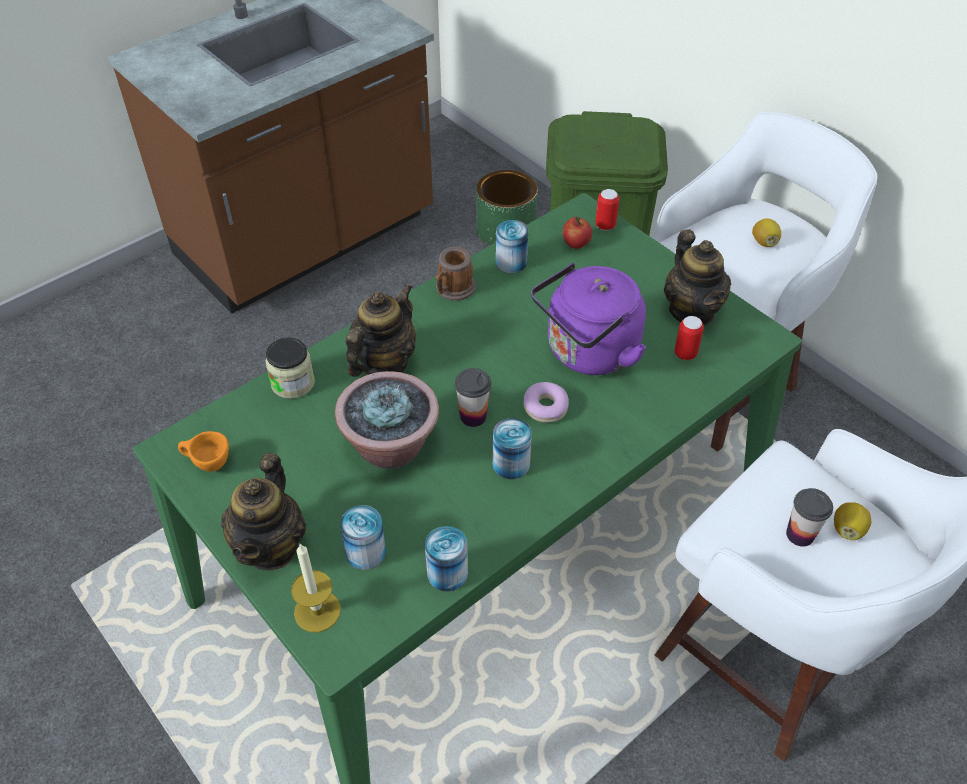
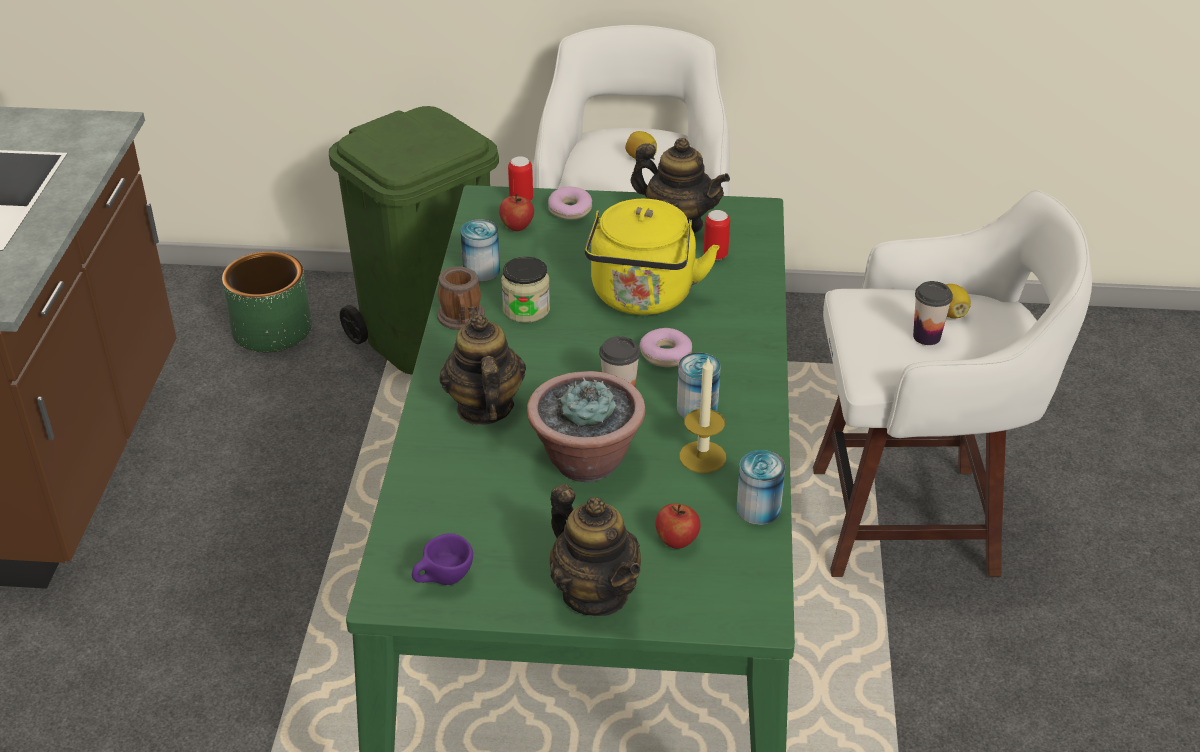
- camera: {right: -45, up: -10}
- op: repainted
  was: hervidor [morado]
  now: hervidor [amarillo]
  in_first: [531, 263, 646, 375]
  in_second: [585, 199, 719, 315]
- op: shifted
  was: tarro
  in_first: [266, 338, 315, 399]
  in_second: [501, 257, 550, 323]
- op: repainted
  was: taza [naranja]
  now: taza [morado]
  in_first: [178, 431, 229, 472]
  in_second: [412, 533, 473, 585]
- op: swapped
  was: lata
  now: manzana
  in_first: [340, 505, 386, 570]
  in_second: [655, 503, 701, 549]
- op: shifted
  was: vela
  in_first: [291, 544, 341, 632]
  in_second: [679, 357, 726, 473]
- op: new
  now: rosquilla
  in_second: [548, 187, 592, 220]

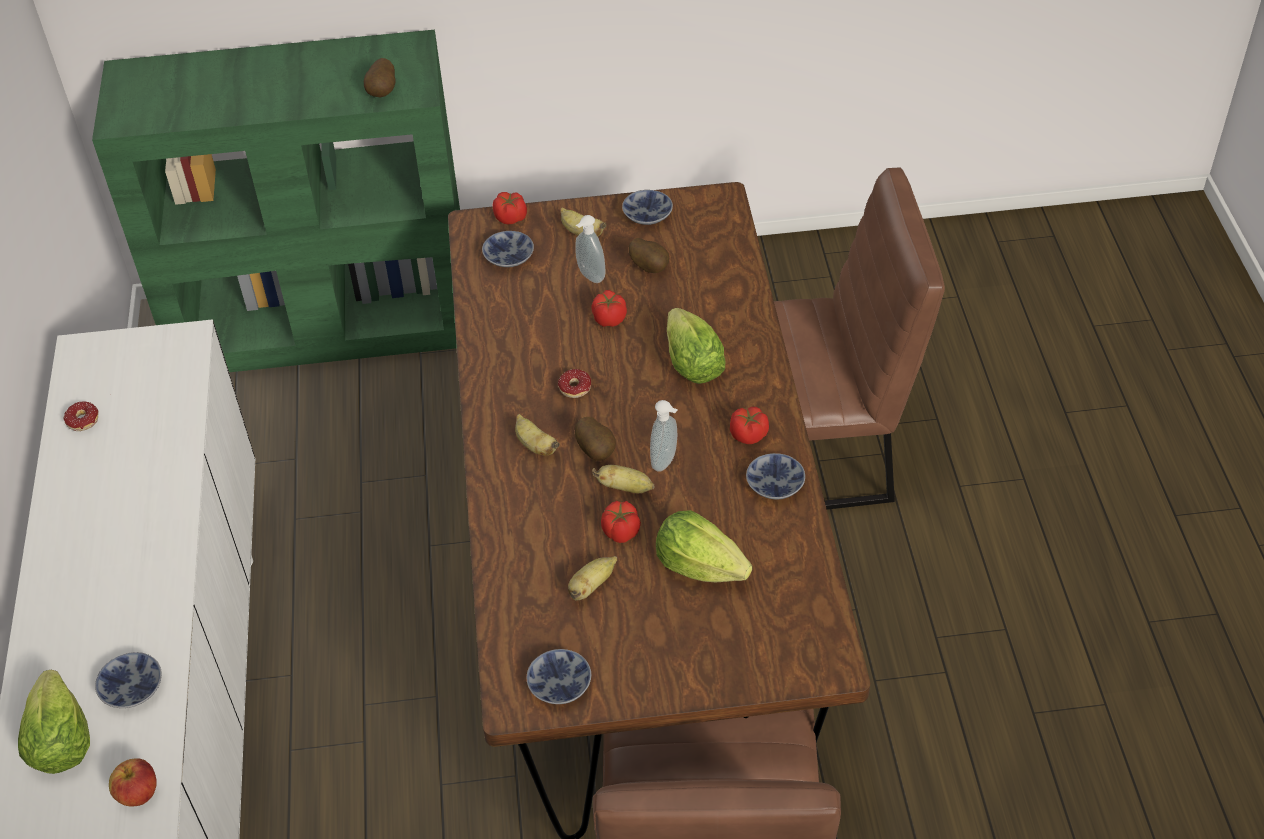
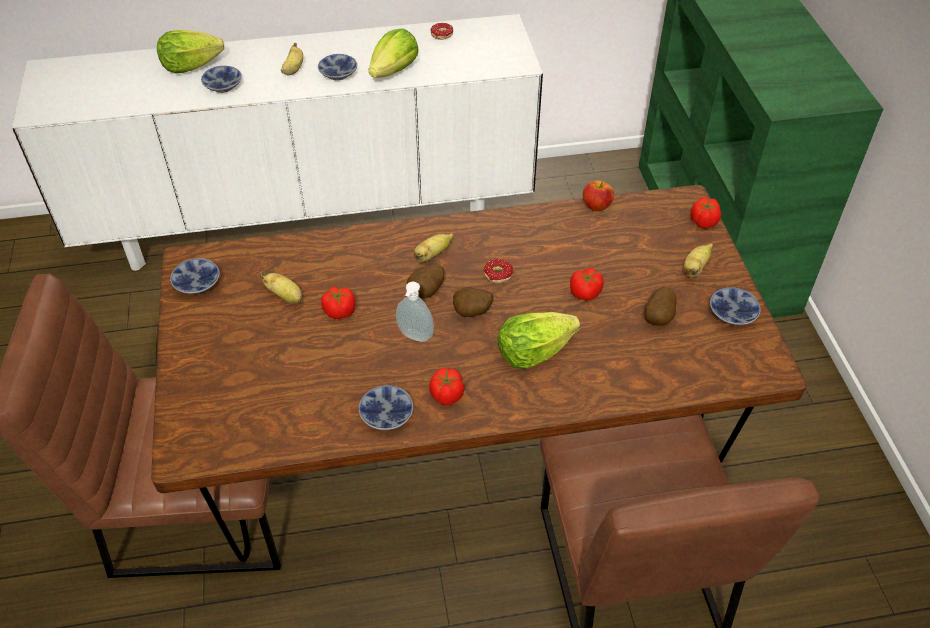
- camera: {right: 85, up: 0}
- op: shifted
  was: patata
  in_first: [364, 58, 395, 97]
  in_second: [453, 287, 493, 317]
- op: gone
  was: dispensador de jabón
  in_first: [575, 215, 605, 283]
- op: shifted
  was: cuenco
  in_first: [482, 231, 534, 267]
  in_second: [318, 54, 357, 80]
- op: shifted
  was: plátano
  in_first: [592, 465, 654, 493]
  in_second: [281, 43, 303, 75]
- op: shifted
  was: lechuga
  in_first: [656, 510, 752, 582]
  in_second: [369, 29, 418, 78]
- op: shifted
  was: manzana
  in_first: [109, 758, 157, 807]
  in_second: [583, 181, 614, 212]

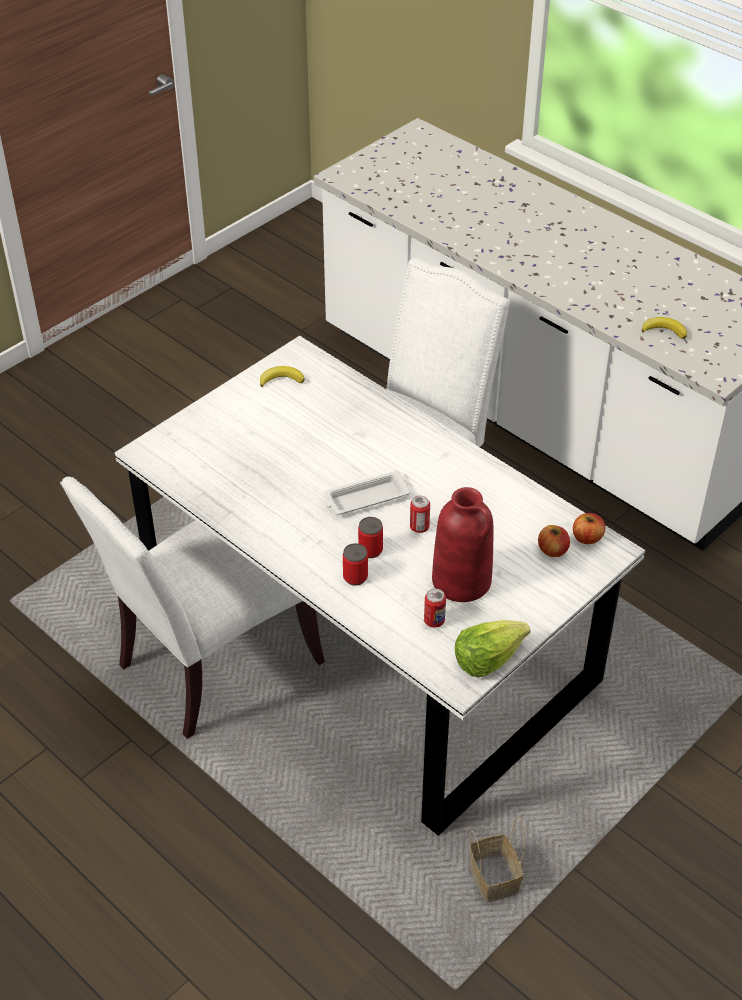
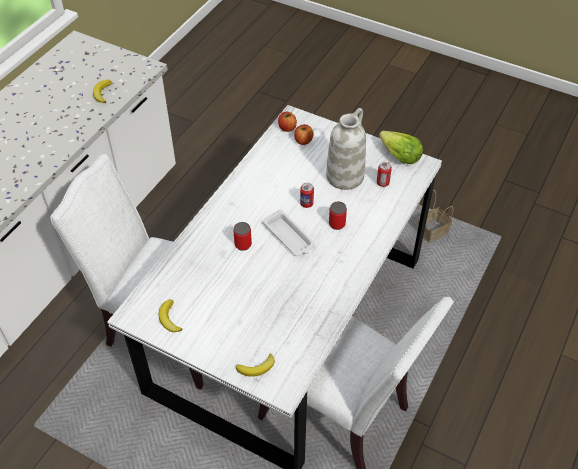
- camera: {right: -105, up: 5}
- op: repainted
  was: florero [rojo]
  now: florero [blanco]
  in_first: [432, 487, 493, 602]
  in_second: [326, 108, 366, 190]
- op: shifted
  was: lata
  in_first: [343, 543, 368, 586]
  in_second: [233, 222, 252, 251]
- op: new
  now: plátano
  in_second: [236, 354, 275, 377]

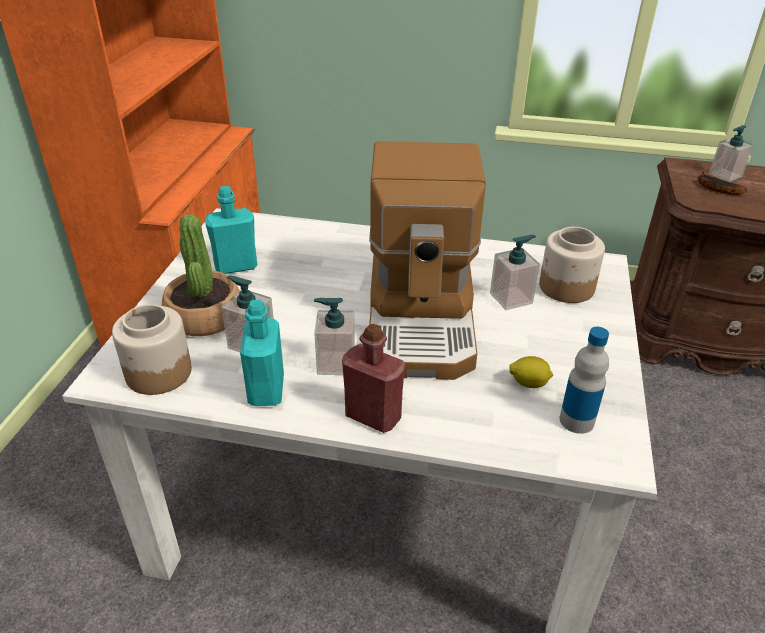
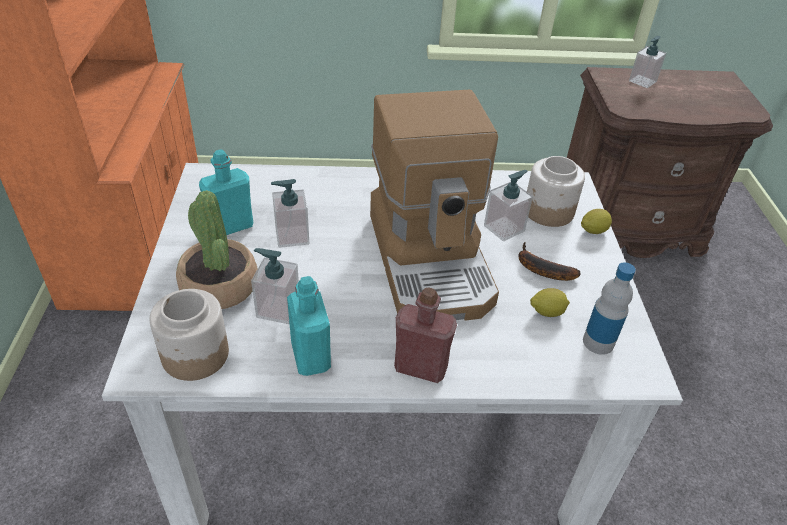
- camera: {right: -15, up: 5}
- op: shifted
  was: plátano
  in_first: [698, 171, 747, 195]
  in_second: [518, 242, 581, 281]
- op: shifted
  was: dispensador de jabón
  in_first: [314, 298, 355, 375]
  in_second: [271, 179, 309, 248]
- op: new
  now: limón
  in_second: [581, 209, 612, 234]

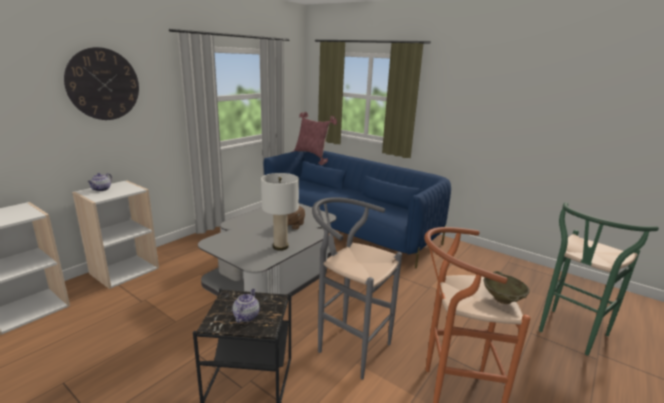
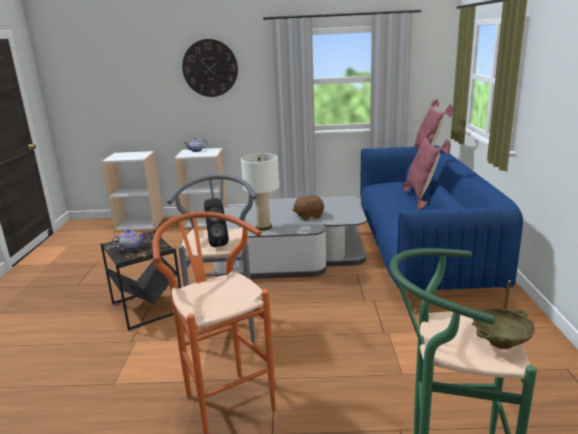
- camera: {right: 55, up: 0}
- op: shifted
  was: cuenco [beis]
  in_first: [483, 271, 530, 304]
  in_second: [472, 308, 535, 349]
- op: new
  now: cojín [rojo]
  in_second: [402, 131, 451, 210]
- op: new
  now: altavoz [negro]
  in_second: [204, 198, 229, 247]

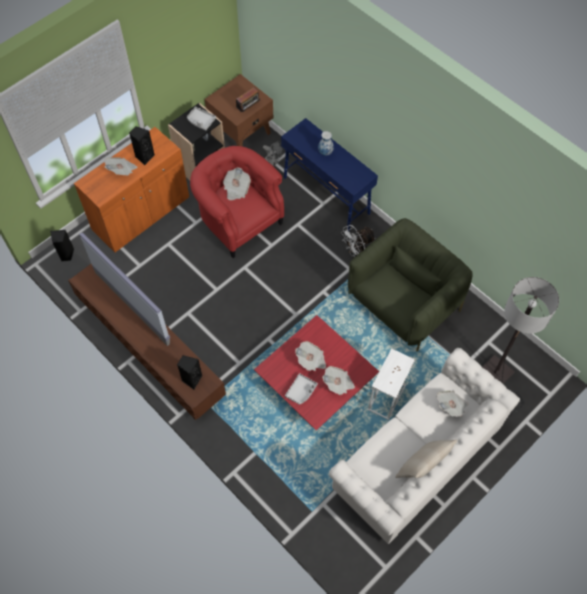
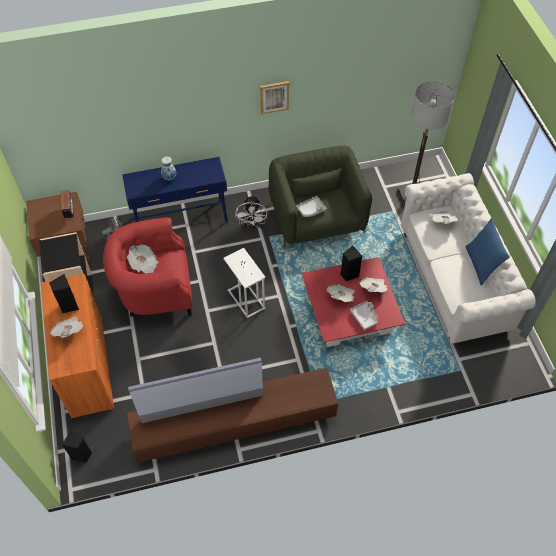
- camera: {right: -60, up: -5}
- op: shifted
  was: bandeja [gris]
  in_first: [187, 107, 216, 131]
  in_second: [296, 196, 327, 217]
- op: shifted
  was: mesa auxiliar [blanco]
  in_first: [368, 349, 415, 420]
  in_second: [224, 248, 265, 318]
- op: shifted
  was: altavoz [negro]
  in_first: [177, 355, 202, 390]
  in_second: [340, 245, 362, 281]
- op: repainted
  was: cojín [beis]
  now: cojín [azul]
  in_first: [395, 440, 457, 478]
  in_second: [465, 218, 510, 286]
- op: new
  now: cuadro
  in_second: [260, 81, 289, 114]

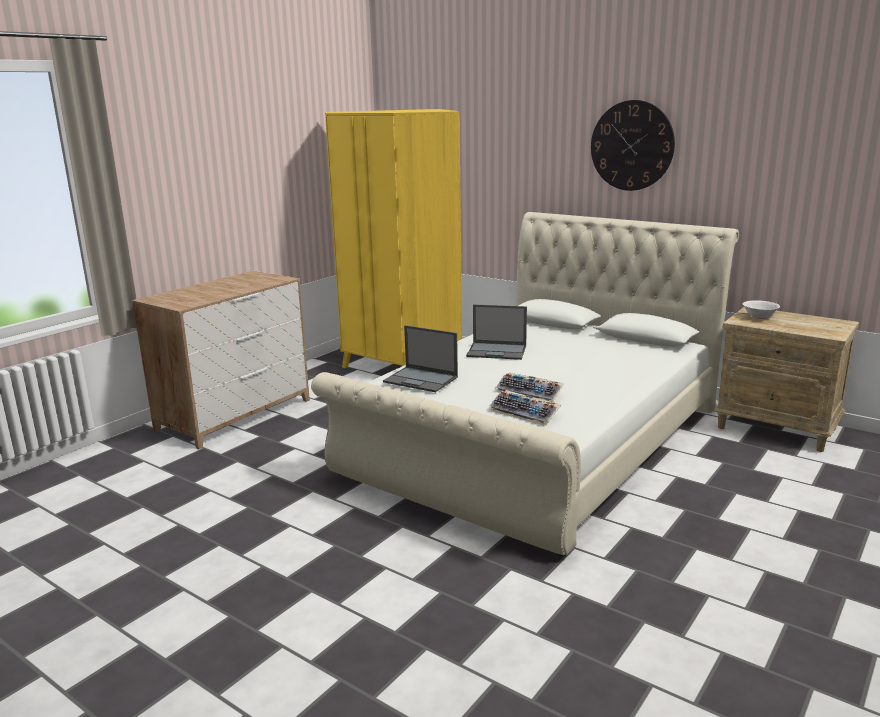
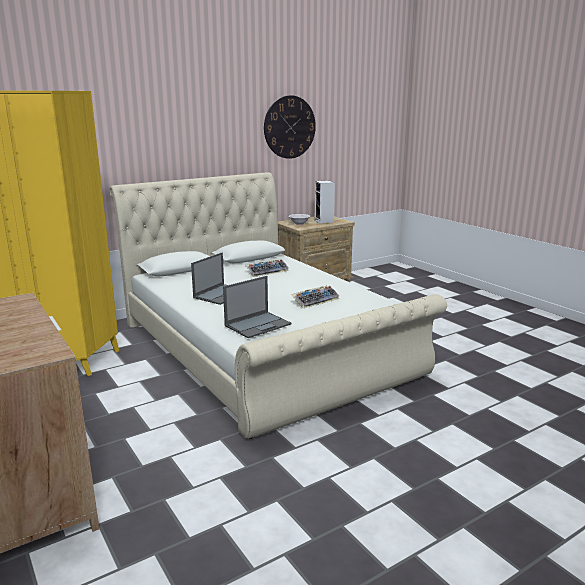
- camera: {right: -70, up: 0}
- op: shifted
  was: reloj de pared
  in_first: [591, 100, 675, 191]
  in_second: [264, 95, 316, 159]
- op: shifted
  was: teclado
  in_first: [489, 390, 561, 426]
  in_second: [245, 259, 289, 277]
- op: new
  now: altavoz
  in_second: [315, 180, 335, 224]

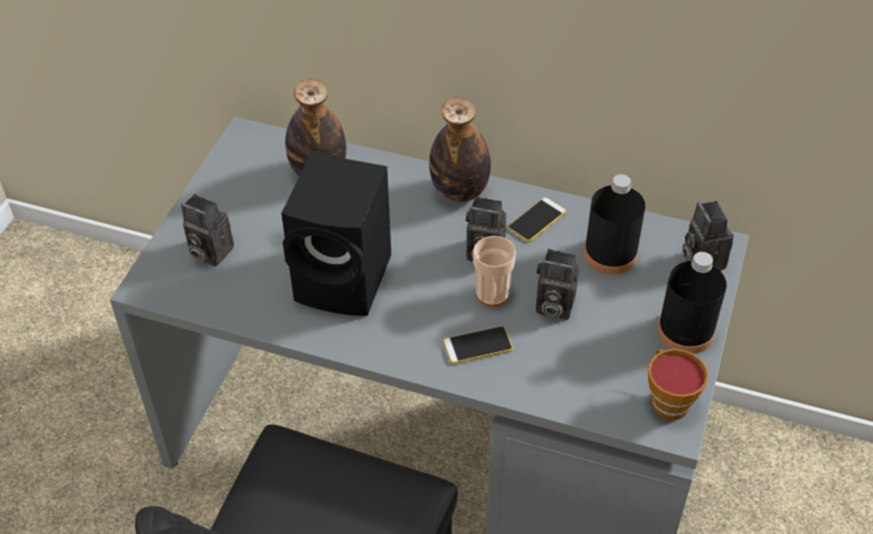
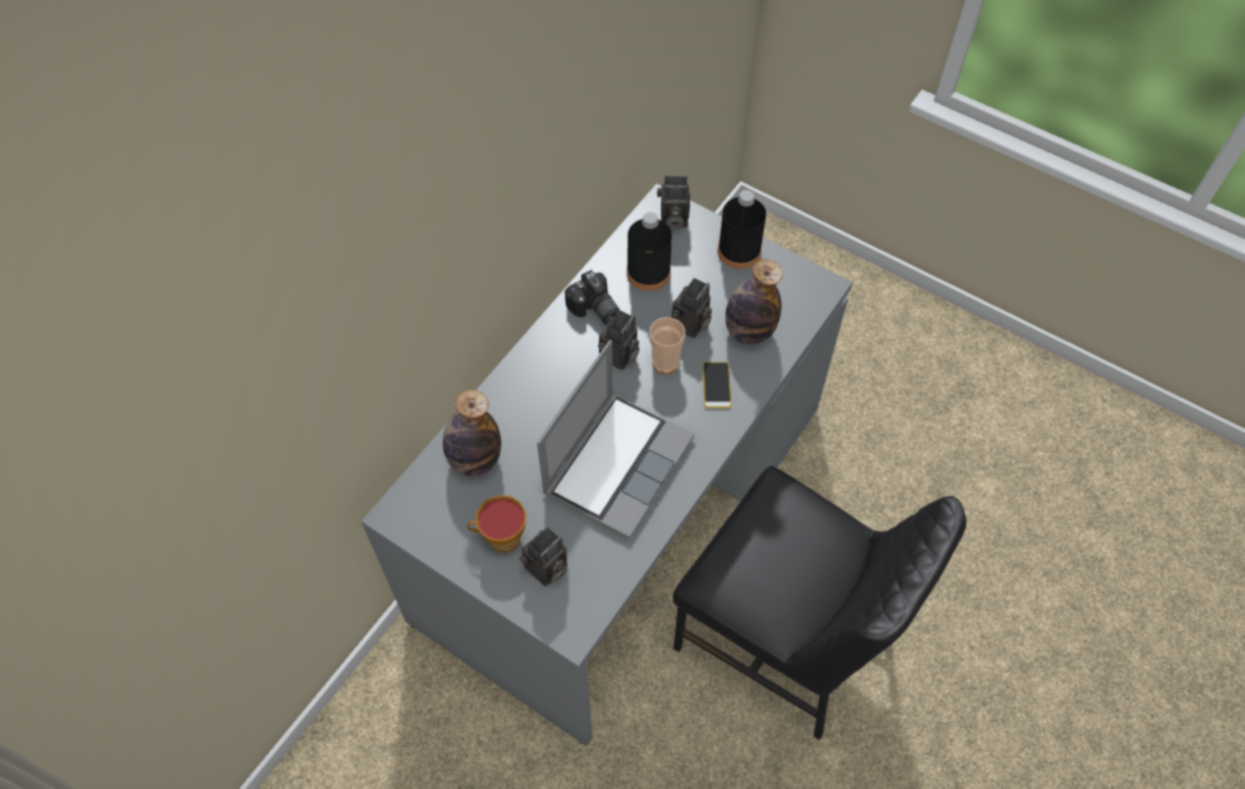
- camera: {right: -75, up: 10}
- op: shifted
  was: botella
  in_first: [429, 97, 491, 202]
  in_second: [725, 259, 783, 345]
- op: swapped
  was: altavoz [negro]
  now: portátil
  in_first: [281, 153, 391, 316]
  in_second: [537, 340, 694, 539]
- op: swapped
  was: móvil
  now: cámara
  in_first: [508, 197, 566, 242]
  in_second: [565, 270, 620, 325]
- op: shifted
  was: taza
  in_first: [648, 349, 708, 420]
  in_second: [467, 495, 526, 553]

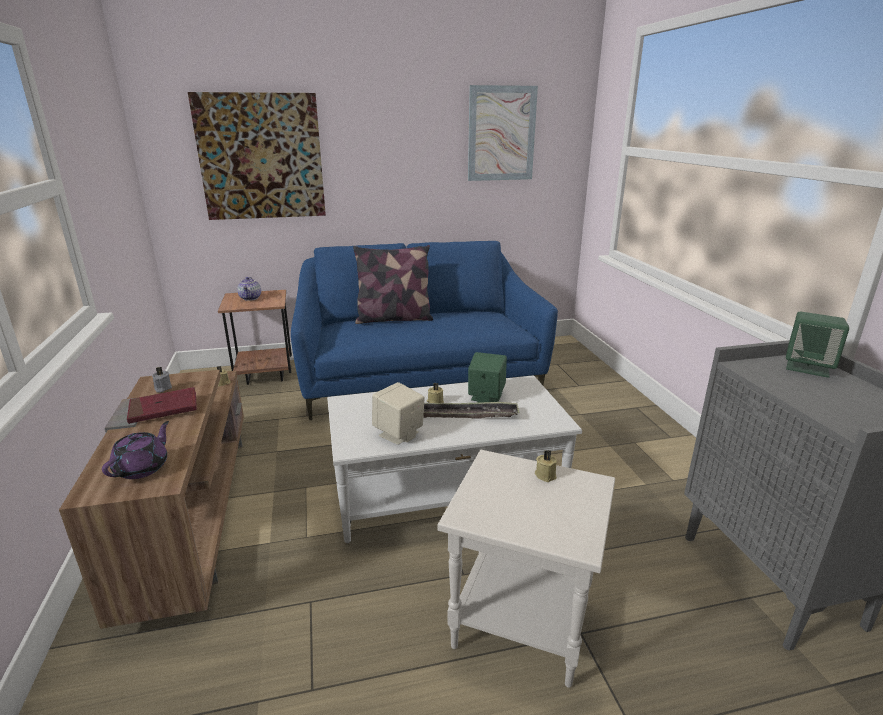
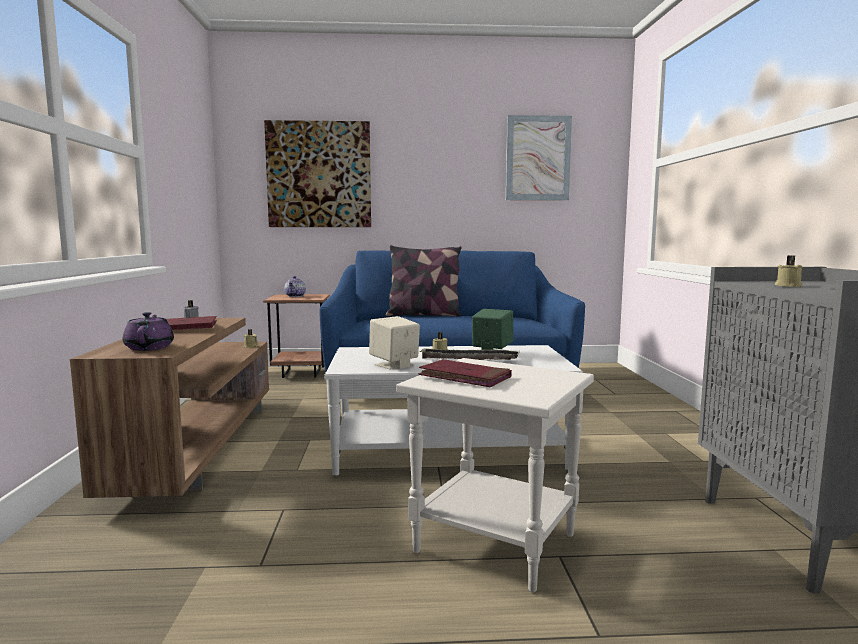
- camera: {right: 10, up: -15}
- op: gone
  was: altavoz [verde]
  in_first: [786, 311, 849, 378]
- op: rotated
  was: tetera [morado]
  in_first: [102, 421, 169, 479]
  in_second: [123, 312, 174, 351]
  clockwise: -45
- op: shifted
  was: vela [beis]
  in_first: [535, 450, 557, 482]
  in_second: [775, 255, 802, 287]
- op: new
  now: libro [rojo]
  in_second: [418, 359, 512, 387]

